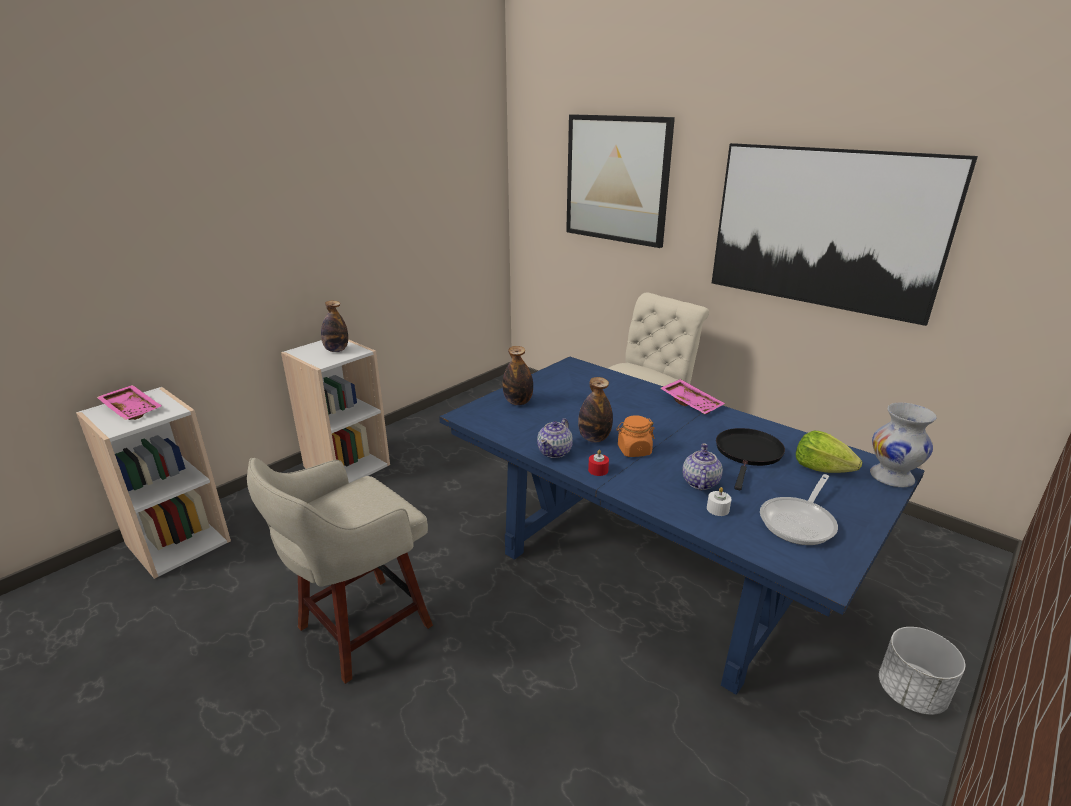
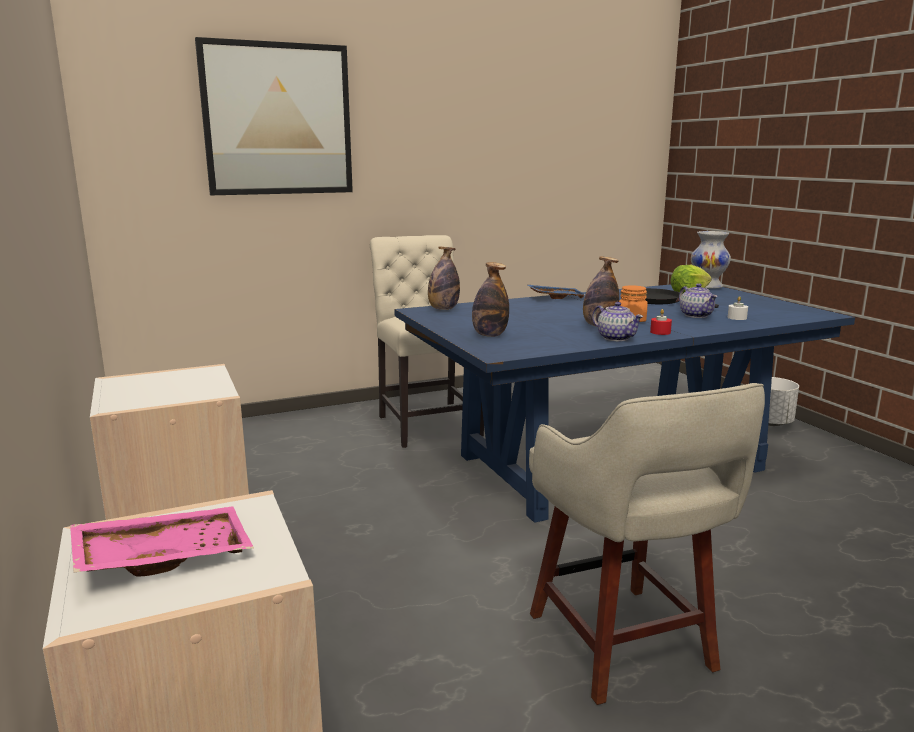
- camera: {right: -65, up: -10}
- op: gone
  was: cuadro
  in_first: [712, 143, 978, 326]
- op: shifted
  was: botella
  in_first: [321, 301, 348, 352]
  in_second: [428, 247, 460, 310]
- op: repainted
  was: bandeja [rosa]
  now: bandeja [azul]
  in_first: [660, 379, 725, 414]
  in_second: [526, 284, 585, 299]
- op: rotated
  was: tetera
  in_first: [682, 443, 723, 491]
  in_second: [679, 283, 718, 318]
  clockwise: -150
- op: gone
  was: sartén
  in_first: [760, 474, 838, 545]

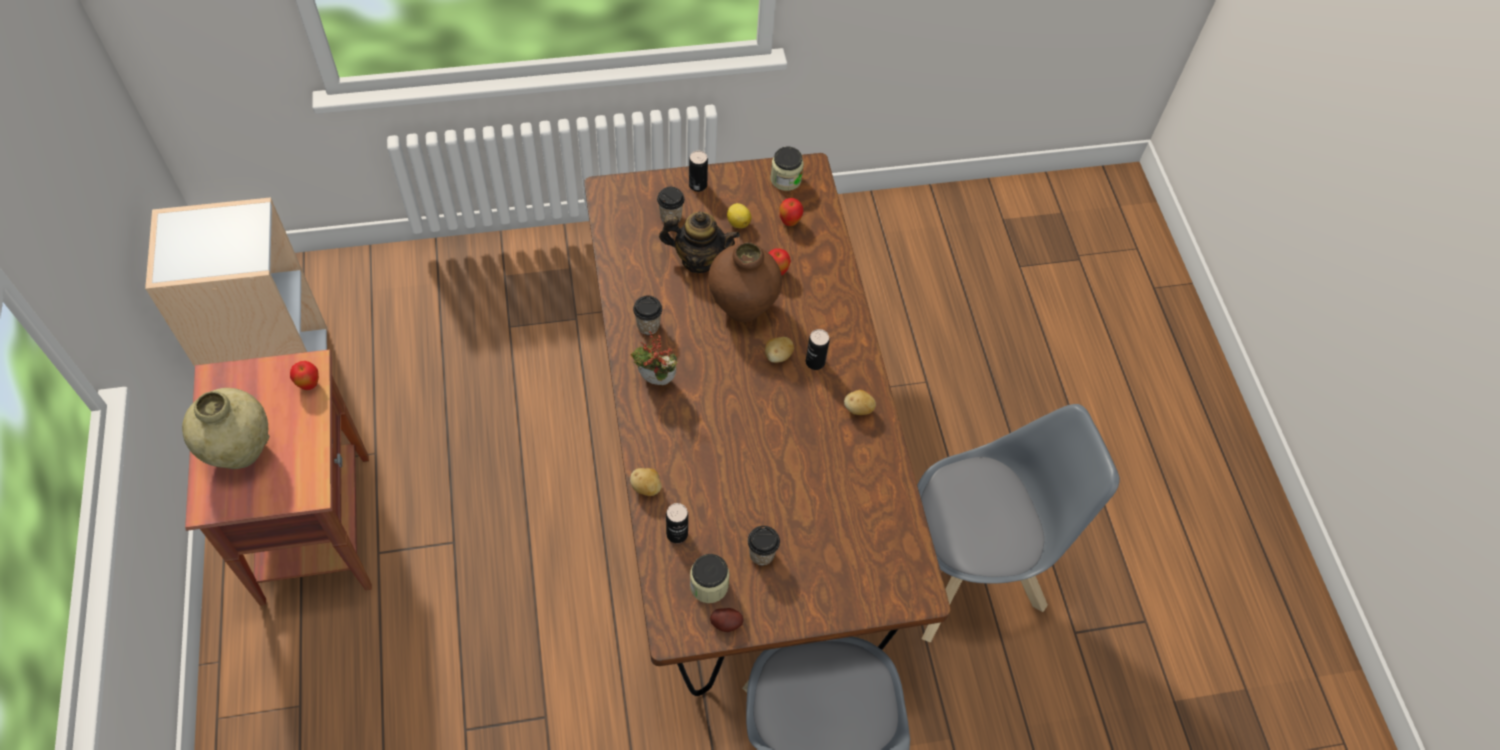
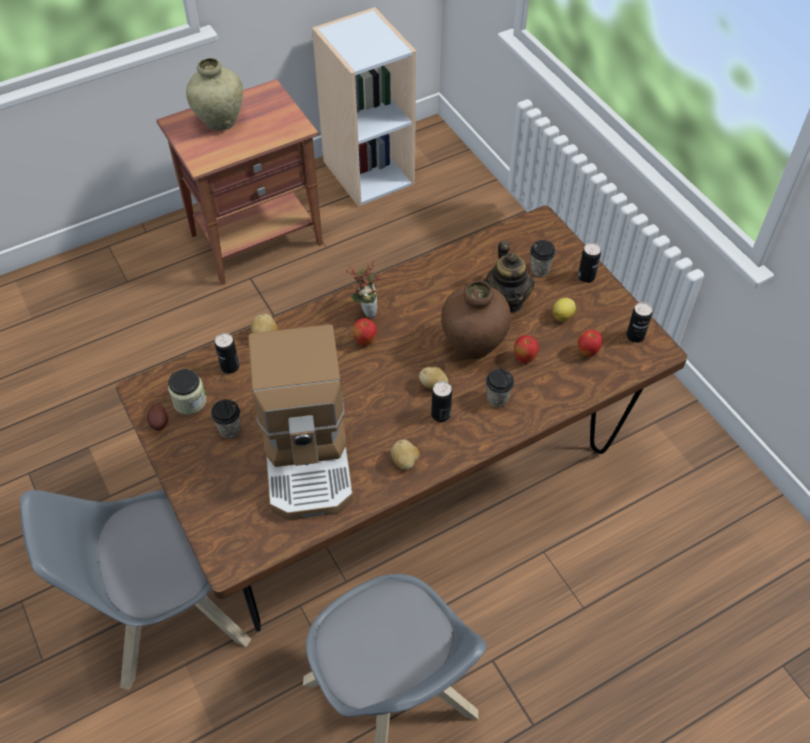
- camera: {right: 75, up: -5}
- op: swapped
  was: tarro
  now: lata
  in_first: [771, 147, 804, 191]
  in_second: [626, 302, 652, 343]
- op: shifted
  was: taza
  in_first: [633, 296, 662, 335]
  in_second: [486, 369, 514, 407]
- op: shifted
  was: manzana
  in_first: [290, 361, 319, 390]
  in_second: [353, 318, 377, 346]
- op: new
  now: cafetera
  in_second: [248, 324, 353, 521]

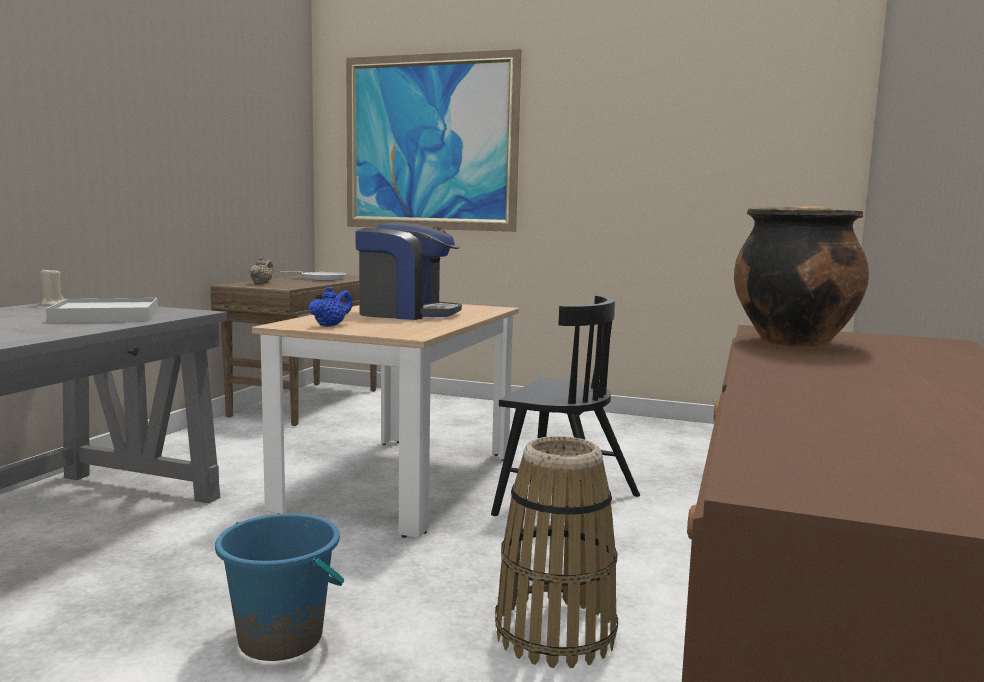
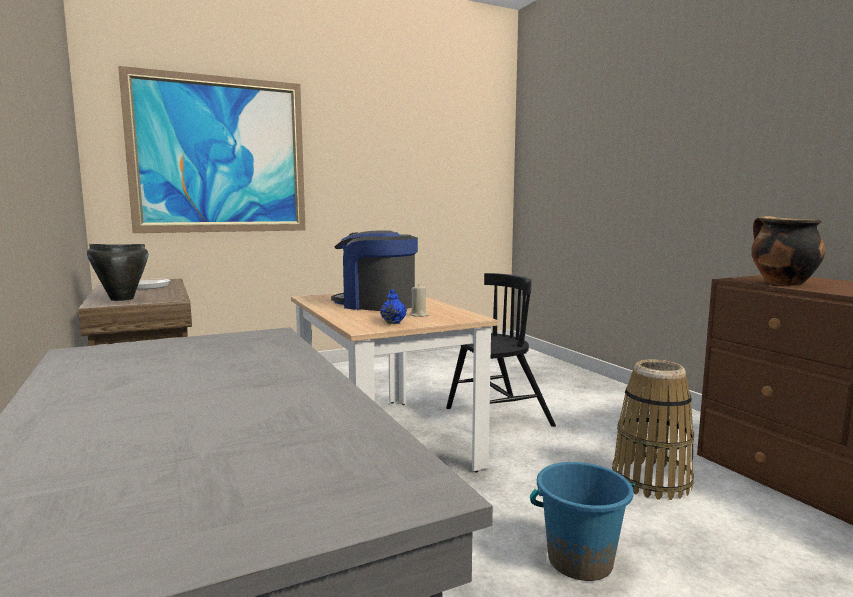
- camera: {right: -45, up: 0}
- op: rotated
  was: cafetera
  in_first: [355, 222, 462, 320]
  in_second: [331, 230, 418, 311]
  clockwise: -120
- op: swapped
  was: tetera [beis]
  now: olla [negro]
  in_first: [250, 257, 273, 284]
  in_second: [87, 244, 148, 301]
- op: shifted
  was: vela [beis]
  in_first: [40, 268, 64, 306]
  in_second: [410, 286, 429, 317]
- op: gone
  was: bandeja [blanco]
  in_first: [46, 298, 158, 323]

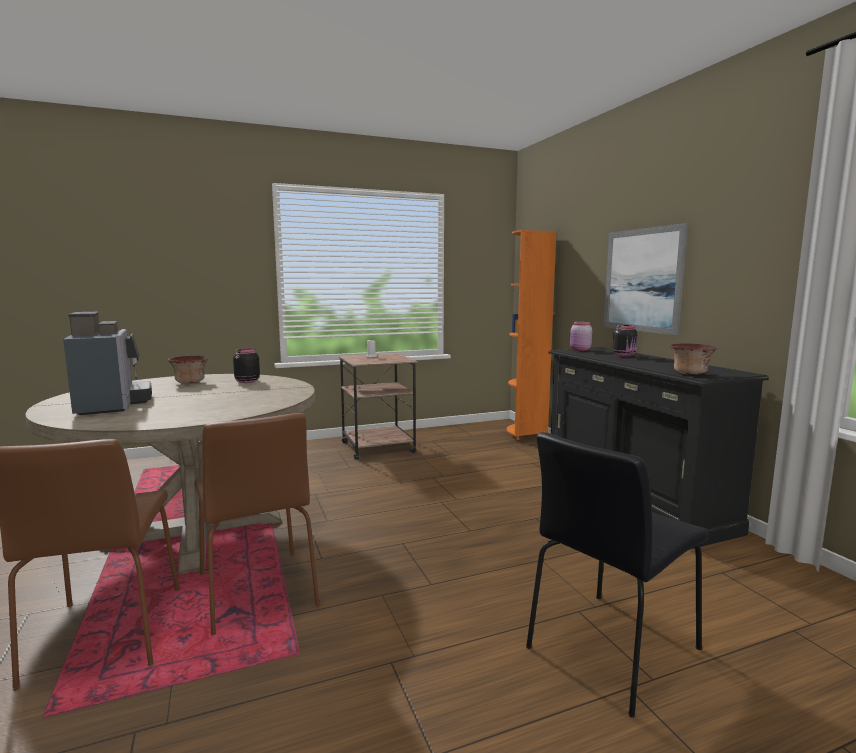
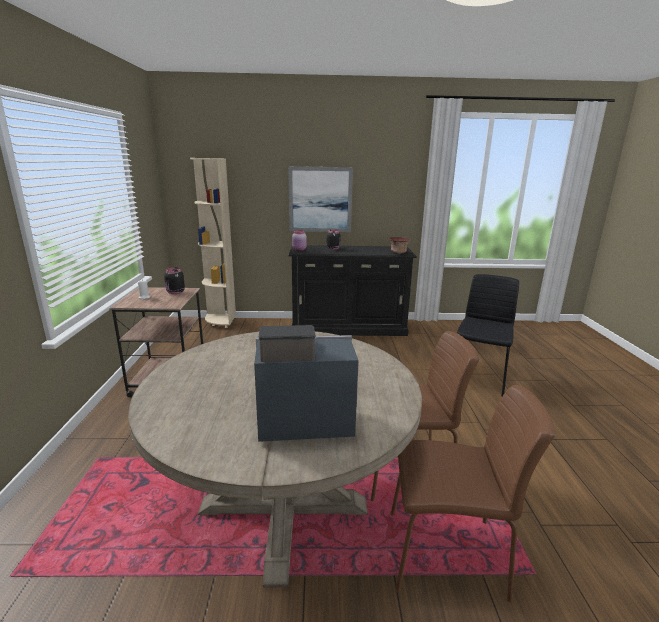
- camera: {right: -70, up: 10}
- op: repainted
  was: estantería [naranja]
  now: estantería [beis]
  in_first: [507, 230, 556, 440]
  in_second: [190, 158, 236, 328]
- op: shifted
  was: tarro [negro]
  in_first: [233, 348, 260, 383]
  in_second: [164, 267, 185, 294]
- op: gone
  was: cuenco
  in_first: [168, 356, 209, 384]
- op: rotated
  was: silla [negro]
  in_first: [526, 432, 709, 717]
  in_second: [457, 274, 519, 396]
  clockwise: -135

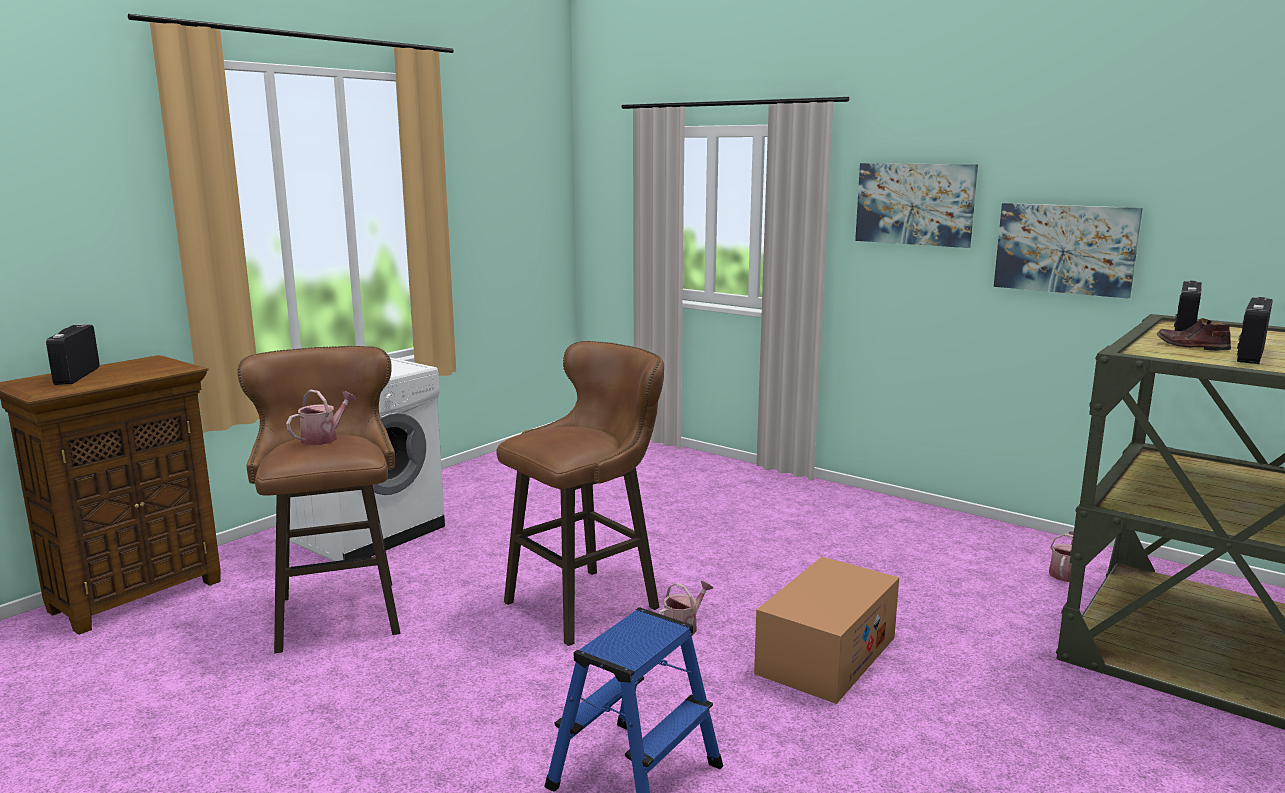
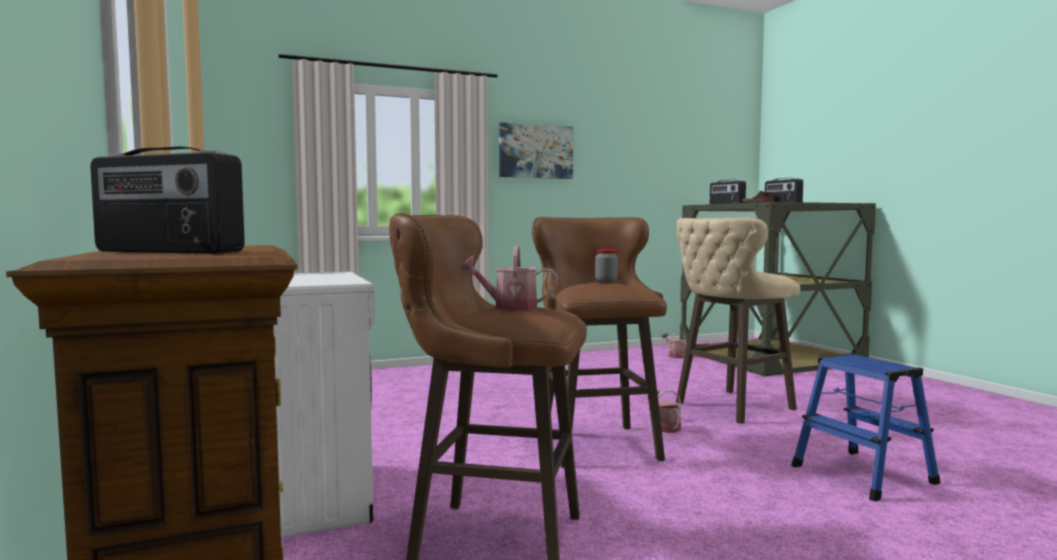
- camera: {right: -60, up: -10}
- op: gone
  was: cuadro
  in_first: [994, 203, 1143, 299]
- op: rotated
  was: regadera
  in_first: [286, 389, 356, 445]
  in_second: [459, 245, 558, 310]
  clockwise: -60
- op: swapped
  was: caja de cartón
  now: taburete [beis]
  in_first: [754, 557, 899, 704]
  in_second: [676, 217, 800, 424]
- op: new
  now: tarro
  in_second: [595, 249, 618, 283]

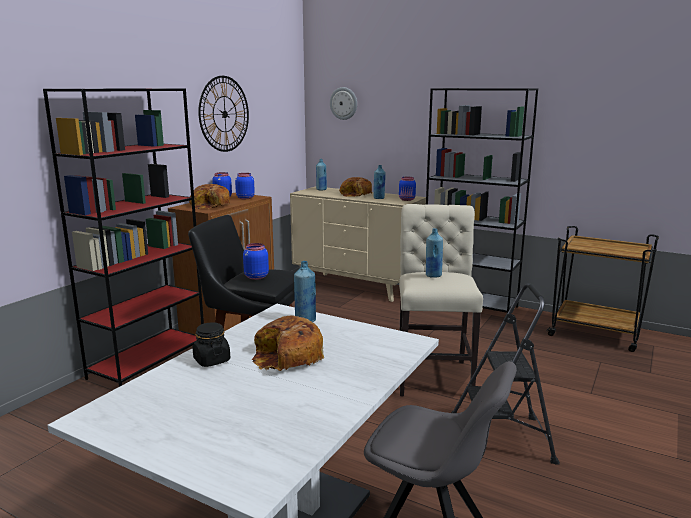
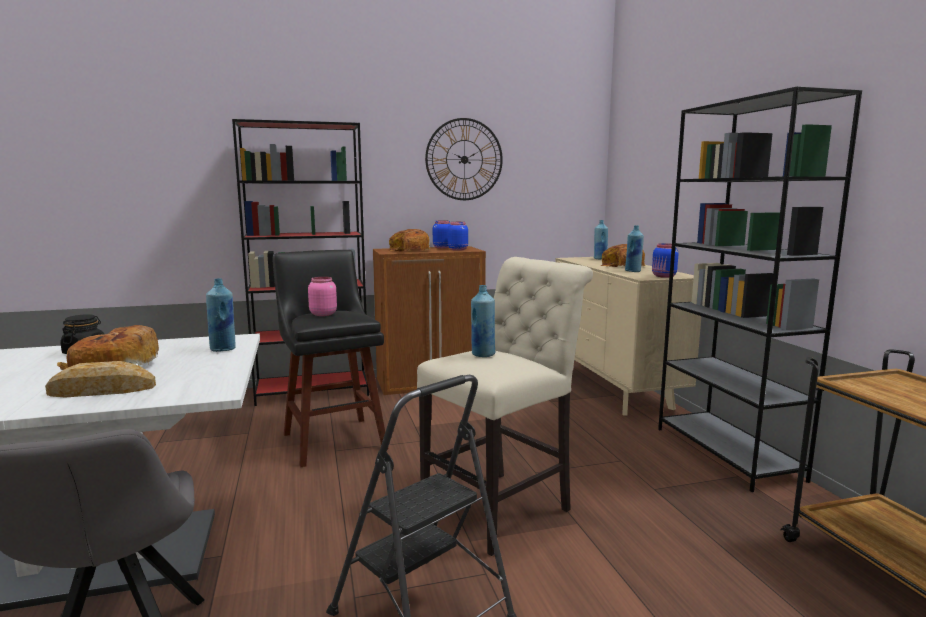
- camera: {right: 45, up: -5}
- op: gone
  was: reloj de pared
  in_first: [330, 87, 357, 120]
- op: repainted
  was: tarro [azul]
  now: tarro [rosa]
  in_first: [243, 243, 269, 280]
  in_second: [308, 277, 337, 316]
- op: new
  now: pan
  in_second: [45, 361, 156, 397]

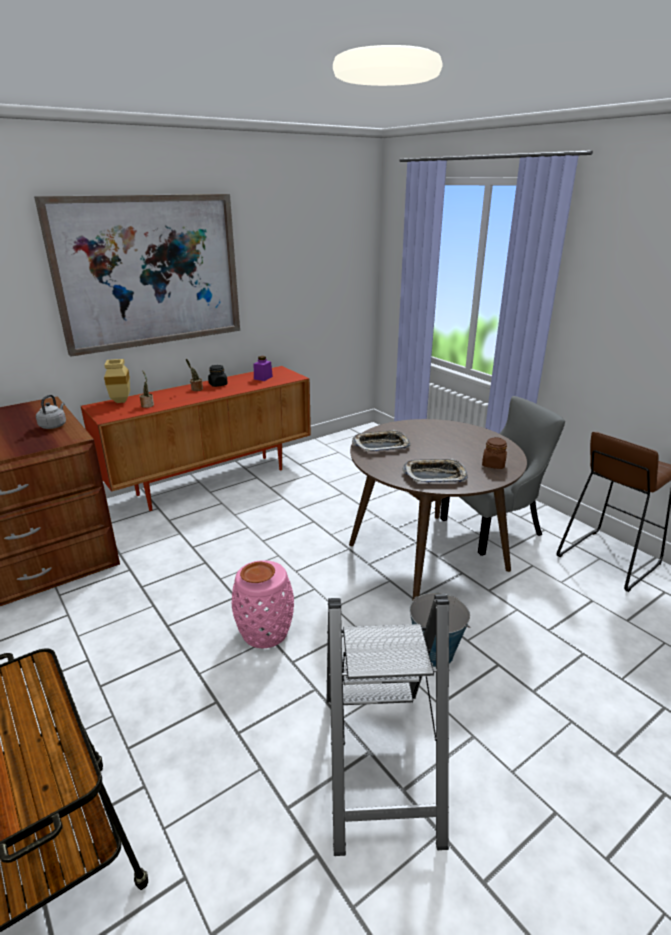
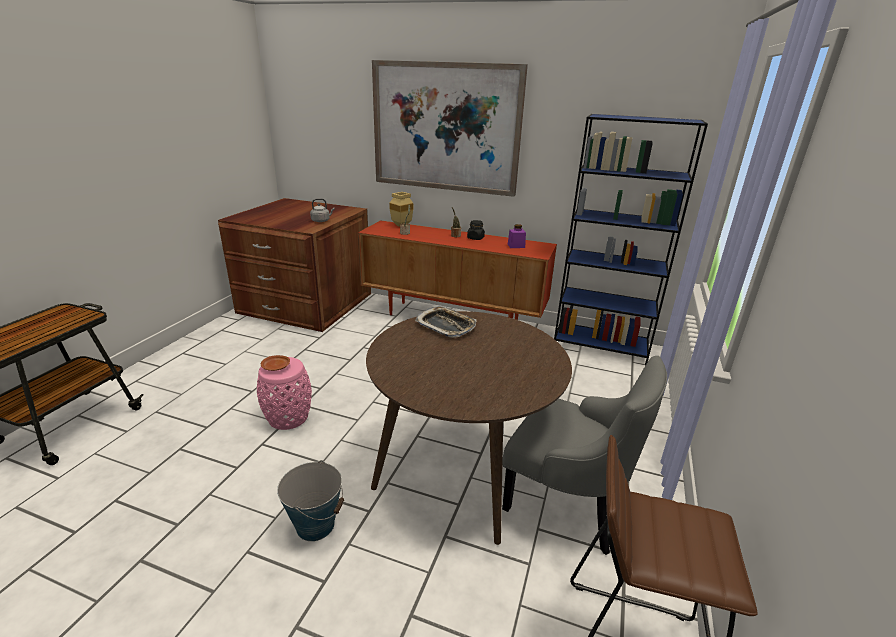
- camera: {right: 55, up: 0}
- op: gone
  was: tarro [marrón]
  in_first: [482, 437, 507, 469]
- op: gone
  was: bandeja
  in_first: [402, 459, 468, 483]
- op: gone
  was: escalera de tijera [gris]
  in_first: [326, 594, 449, 856]
- op: new
  now: estantería [azul]
  in_second: [554, 114, 708, 365]

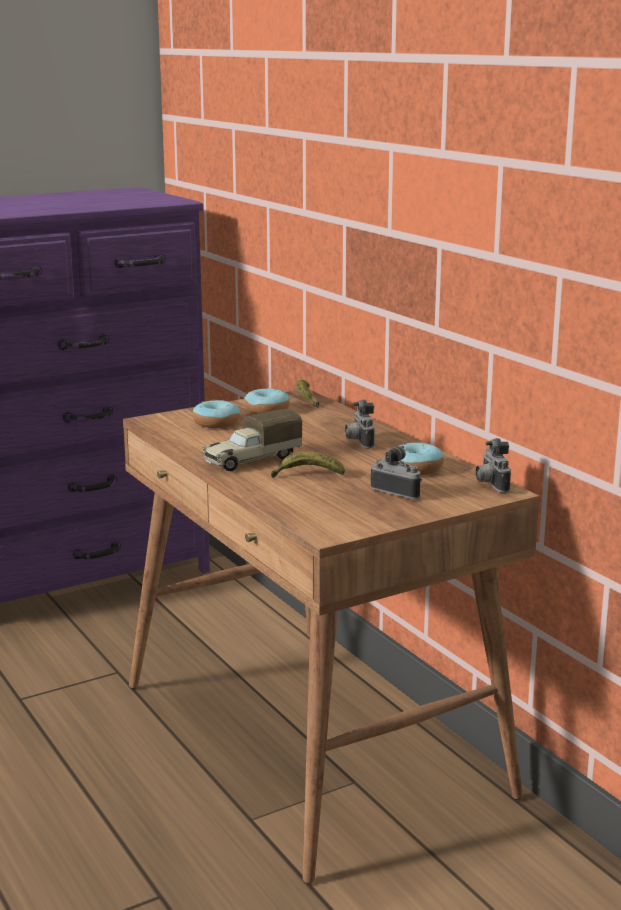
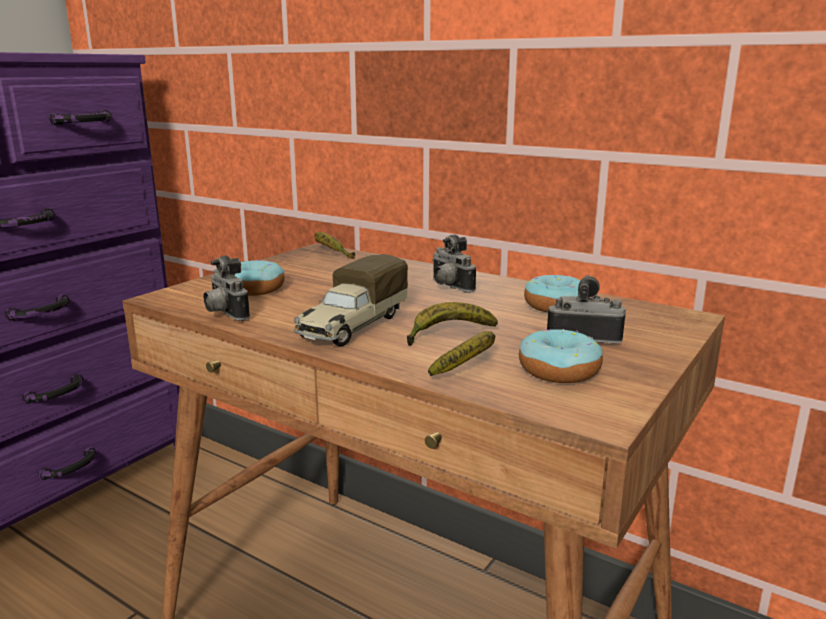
- camera: {right: -25, up: 0}
- op: shifted
  was: rosquilla
  in_first: [244, 388, 290, 414]
  in_second: [519, 329, 603, 383]
- op: shifted
  was: cámara
  in_first: [476, 438, 511, 493]
  in_second: [204, 255, 250, 321]
- op: new
  now: plátano
  in_second: [428, 331, 495, 376]

